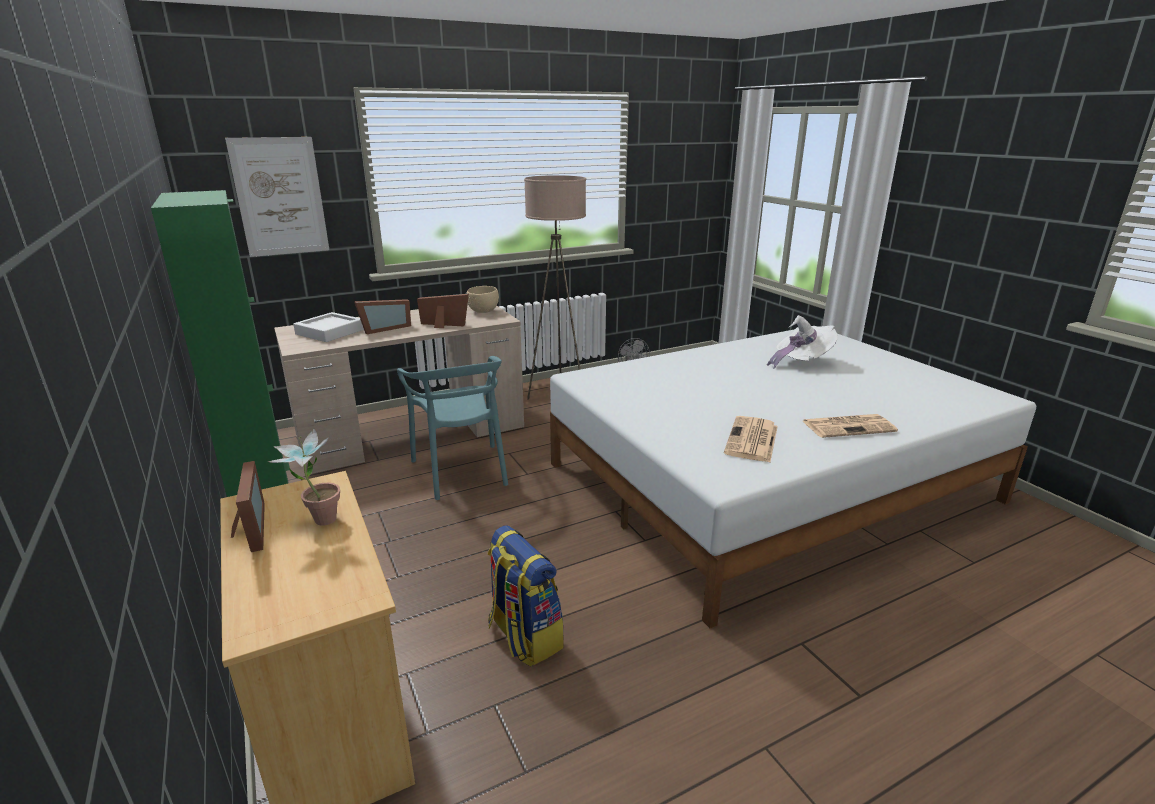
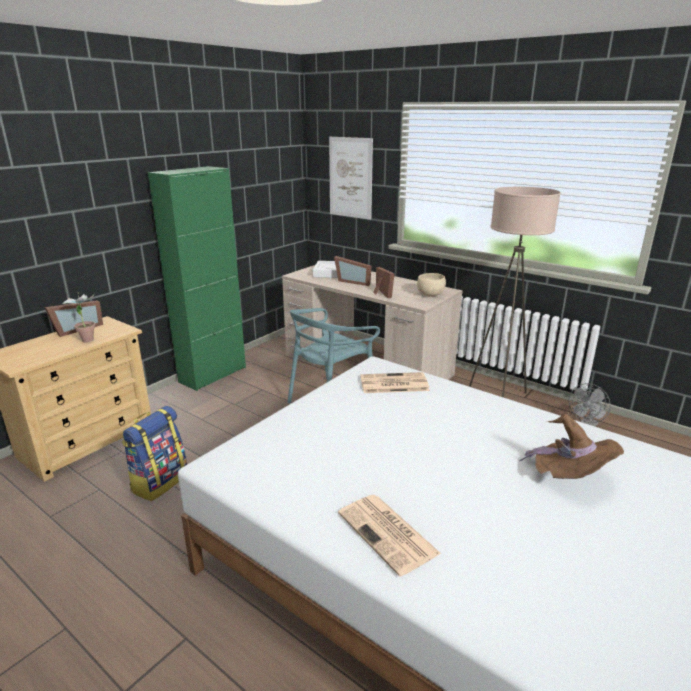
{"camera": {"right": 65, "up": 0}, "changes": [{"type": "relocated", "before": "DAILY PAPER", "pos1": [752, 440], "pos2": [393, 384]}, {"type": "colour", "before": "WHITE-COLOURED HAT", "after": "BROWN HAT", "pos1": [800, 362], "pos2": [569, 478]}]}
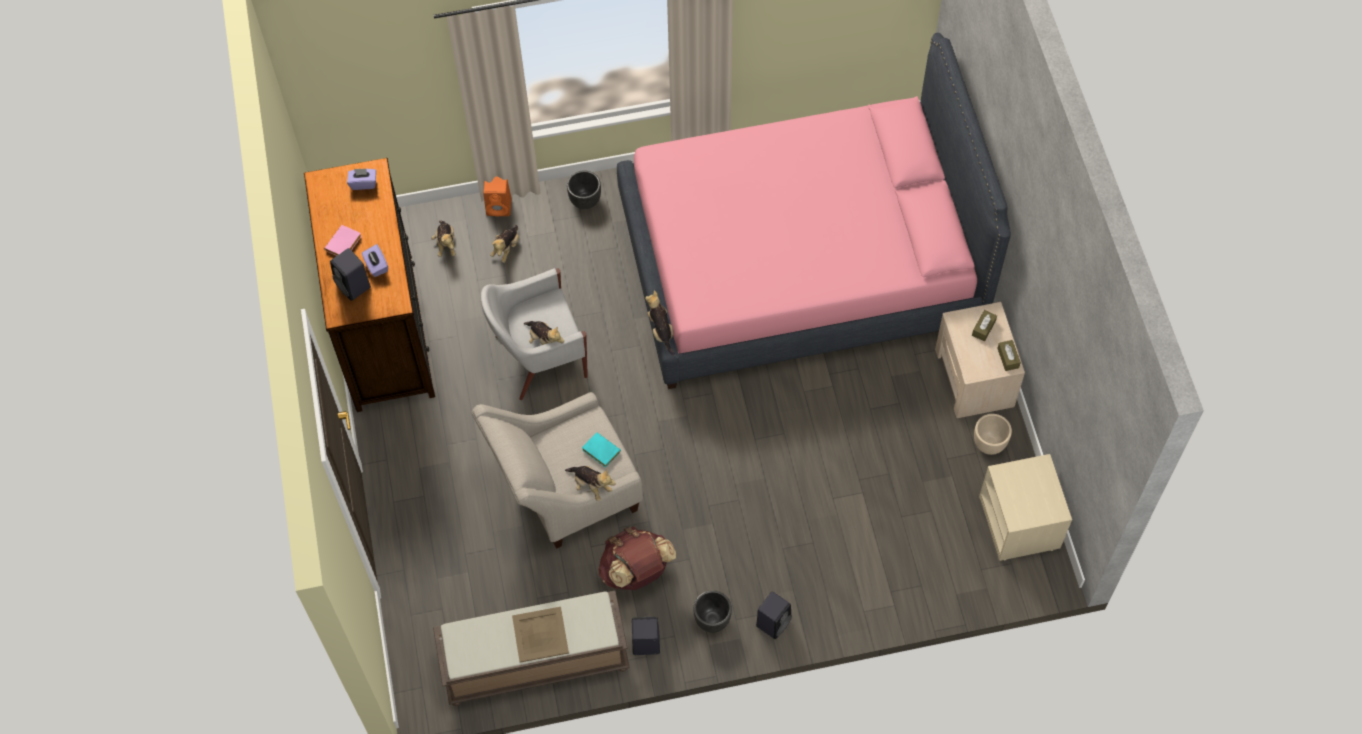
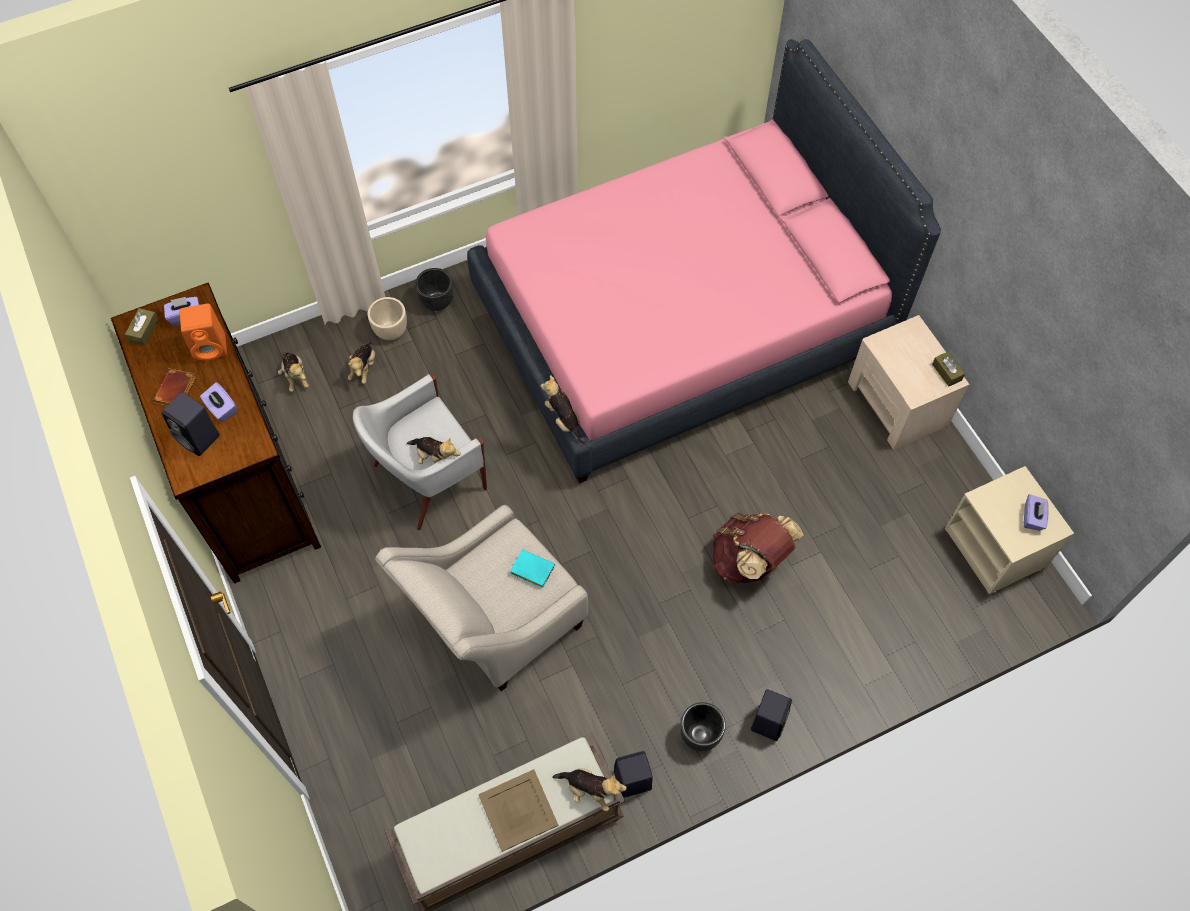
{"camera": {"right": -15, "up": 0}, "changes": [{"type": "relocated", "before": "BROWN BOX OF TISSUES", "pos1": [983, 328], "pos2": [144, 331]}, {"type": "colour", "before": "PINKISH VOLUME", "after": "BROWN VOLUME", "pos1": [344, 245], "pos2": [176, 392]}, {"type": "relocated", "before": "ORANGE-COLOURED AUDIO SPEAKER", "pos1": [500, 207], "pos2": [212, 347]}, {"type": "relocated", "before": "BEIGE-COLOURED PLANT POT", "pos1": [988, 444], "pos2": [391, 331]}, {"type": "relocated", "before": "CUDDLY TOY", "pos1": [591, 486], "pos2": [590, 790]}, {"type": "relocated", "before": "BROWN RUCKSACK", "pos1": [636, 571], "pos2": [749, 561]}, {"type": "appeared", "after": "PURPLE BOX OF TISSUES", "pos2": [1032, 518]}]}
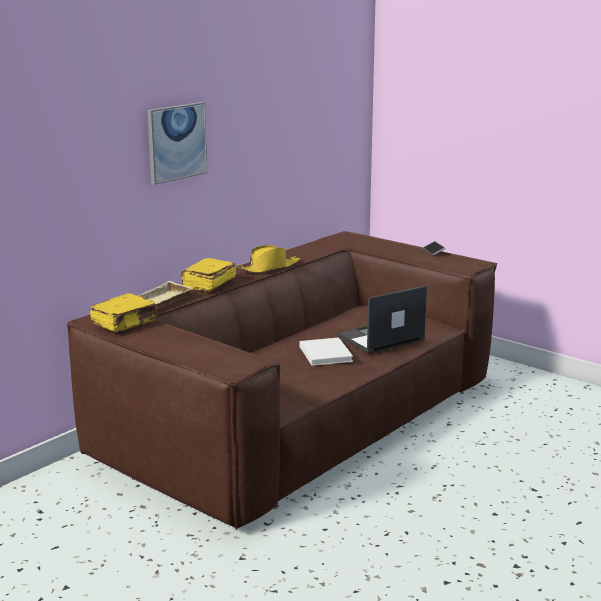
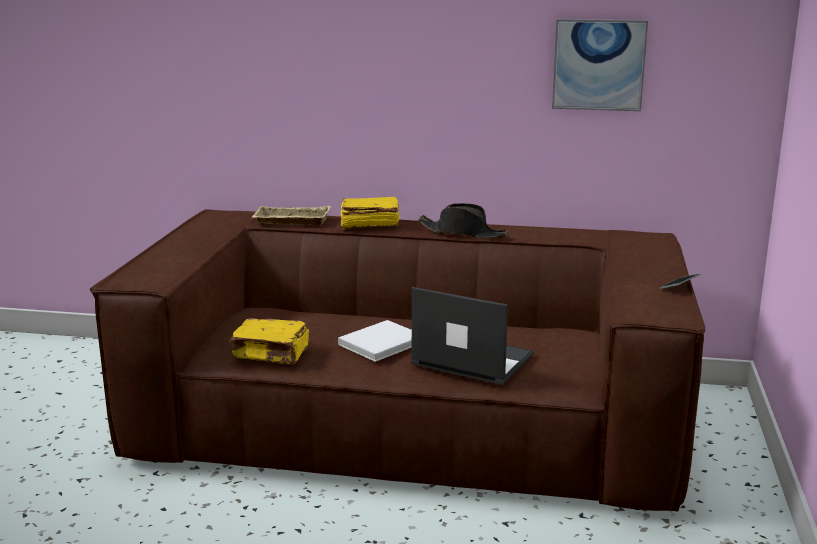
{"camera": {"right": 60, "up": 0}, "changes": [{"type": "relocated", "before": "YELLOWISH VOLUME", "pos1": [125, 323], "pos2": [272, 354]}, {"type": "colour", "before": "YELLOWISH HAT", "after": "BLACK HAT", "pos1": [269, 267], "pos2": [462, 232]}, {"type": "relocated", "before": "PICTURE", "pos1": [176, 142], "pos2": [598, 64]}]}
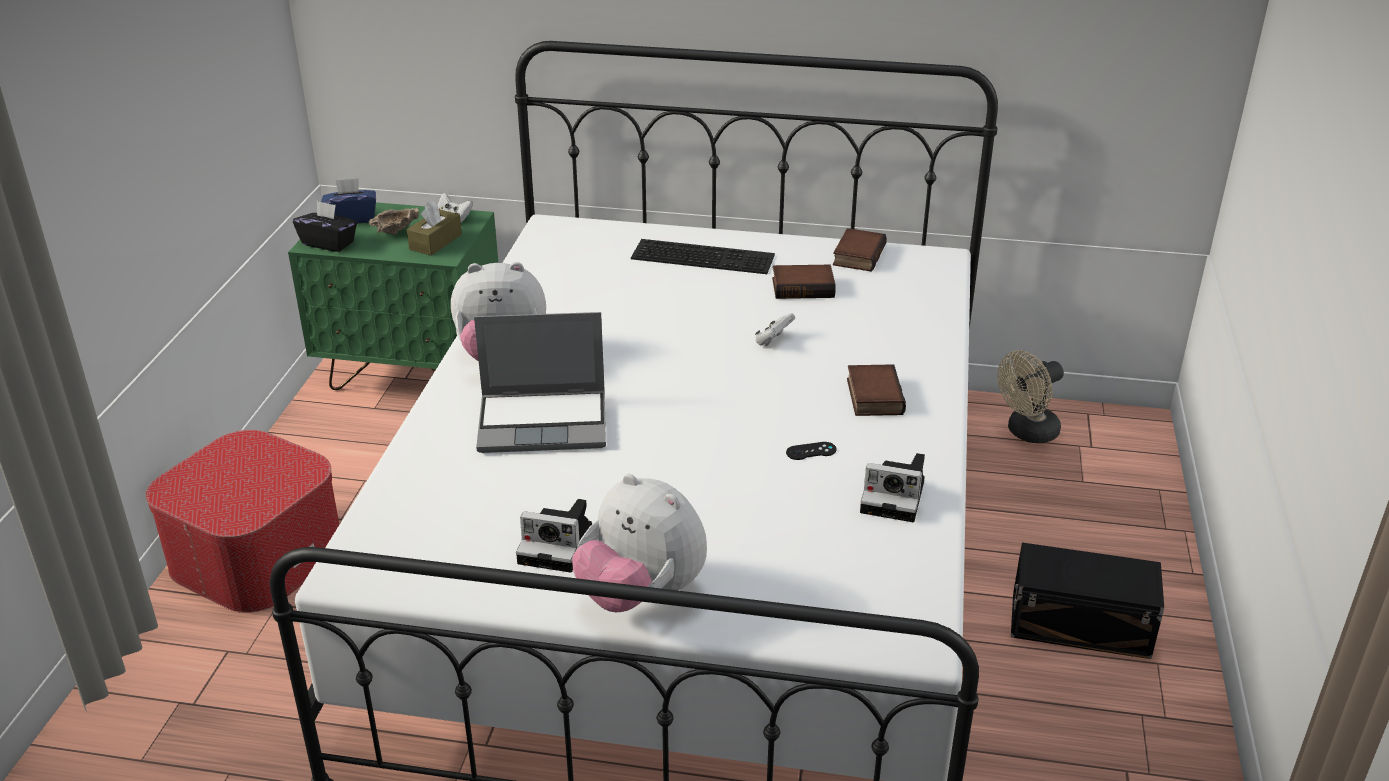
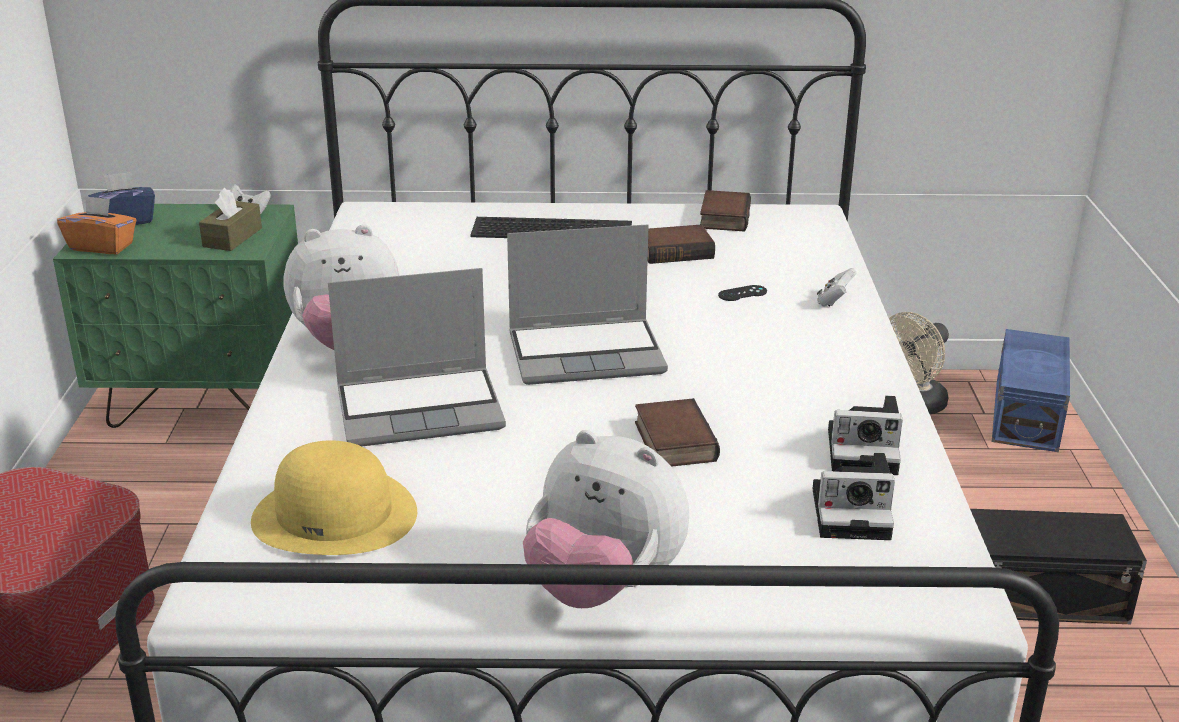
{"camera": {"right": -10, "up": -5}, "changes": [{"type": "colour", "before": "BLACK BOX OF TISSUES", "after": "ORANGE-COLOURED BOX OF TISSUES", "pos1": [329, 243], "pos2": [102, 246]}, {"type": "appeared", "after": "YELLOWISH HAT", "pos2": [335, 515]}, {"type": "appeared", "after": "NOTEBOOK COMPUTER", "pos2": [588, 353]}, {"type": "relocated", "before": "VOLUME", "pos1": [872, 396], "pos2": [672, 441]}, {"type": "relocated", "before": "BLACK GAMEPAD", "pos1": [811, 451], "pos2": [742, 293]}, {"type": "relocated", "before": "STILL CAMERA", "pos1": [559, 545], "pos2": [854, 513]}, {"type": "relocated", "before": "WHITE-COLOURED GAMEPAD", "pos1": [773, 341], "pos2": [834, 301]}, {"type": "appeared", "after": "BLUISH STORAGE BIN", "pos2": [1028, 414]}, {"type": "missing", "before": "BEIGE-COLOURED DEEP DISH", "pos1": [396, 233]}]}
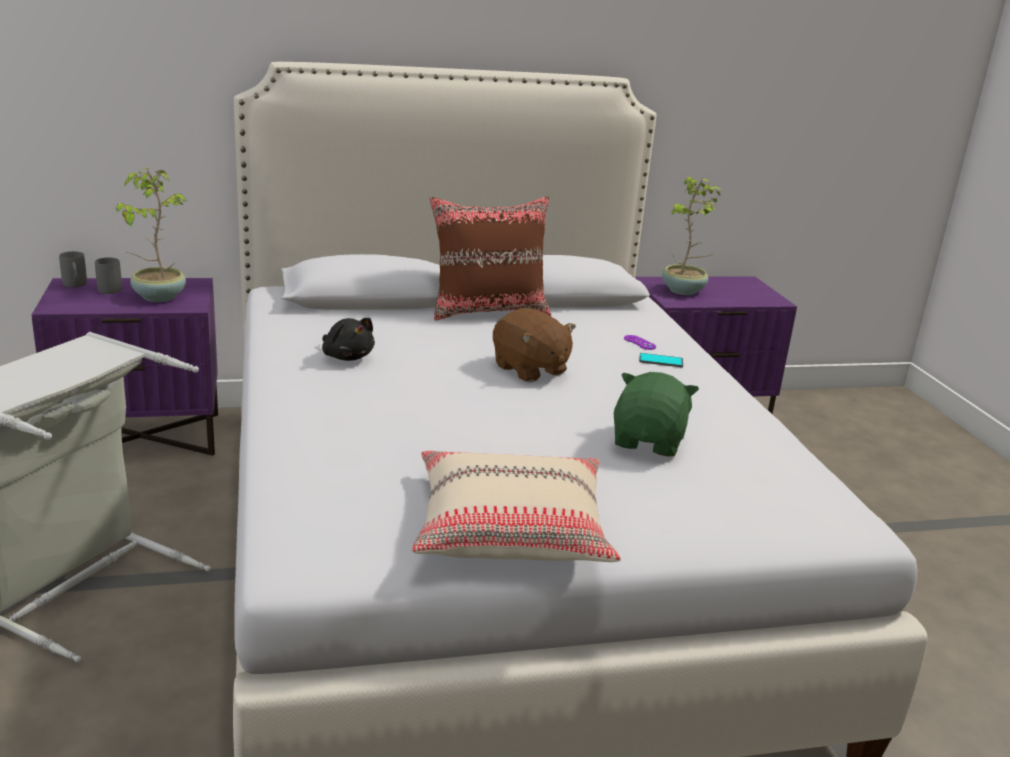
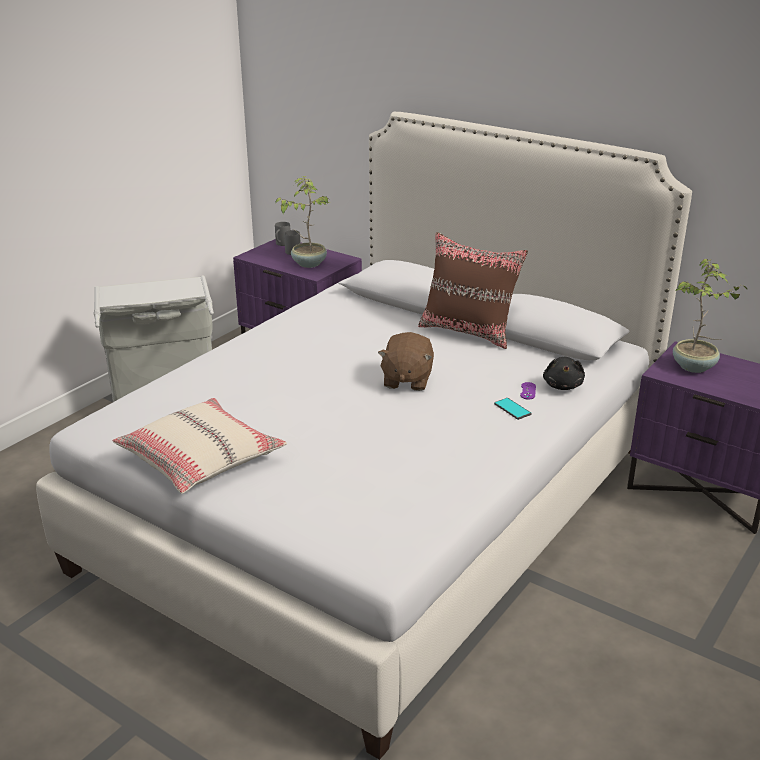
{"camera": {"right": 50, "up": 5}, "changes": [{"type": "relocated", "before": "BLACK CUDDLY TOY", "pos1": [347, 356], "pos2": [563, 385]}, {"type": "missing", "before": "GREEN CUDDLY TOY", "pos1": [649, 441]}]}
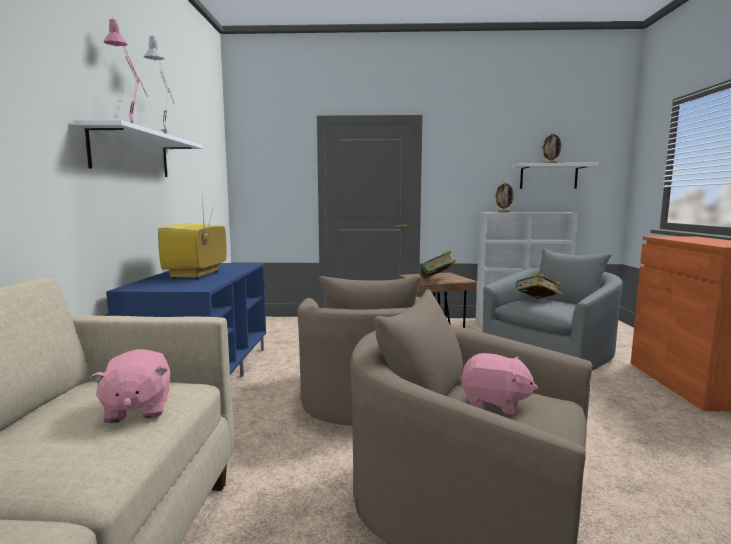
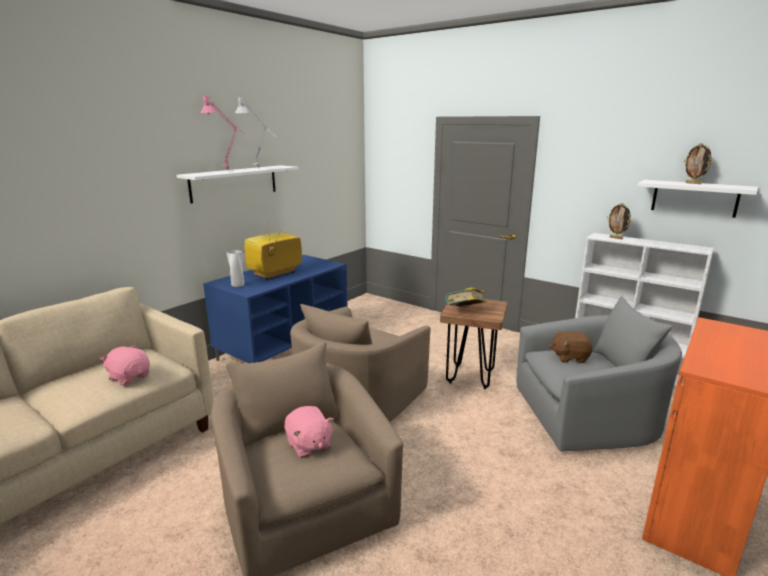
{"camera": {"right": 35, "up": 10}, "changes": [{"type": "spun", "before": "PINKISH CUDDLY TOY", "pos1": [137, 409], "pos2": [129, 377], "turn": 105}, {"type": "appeared", "after": "WHITE-COLOURED DECORATIVE VASE", "pos2": [238, 285]}, {"type": "exchanged", "before": "VOLUME", "after": "BROWN CUDDLY TOY", "pos1": [536, 301], "pos2": [569, 357]}]}
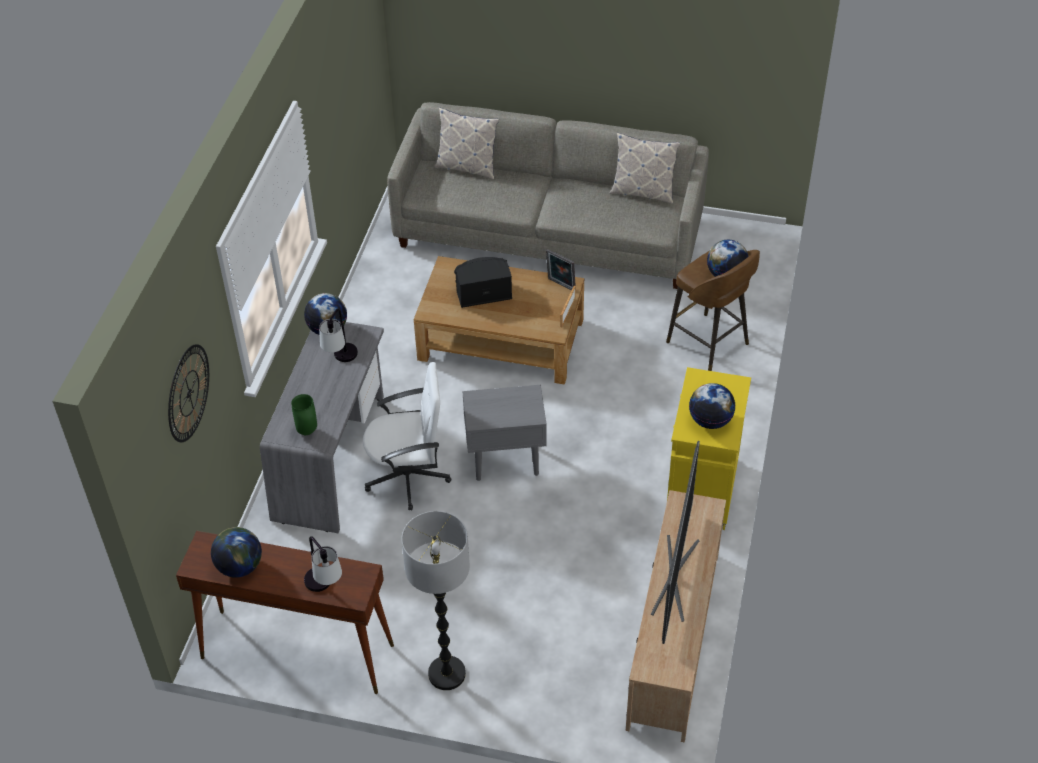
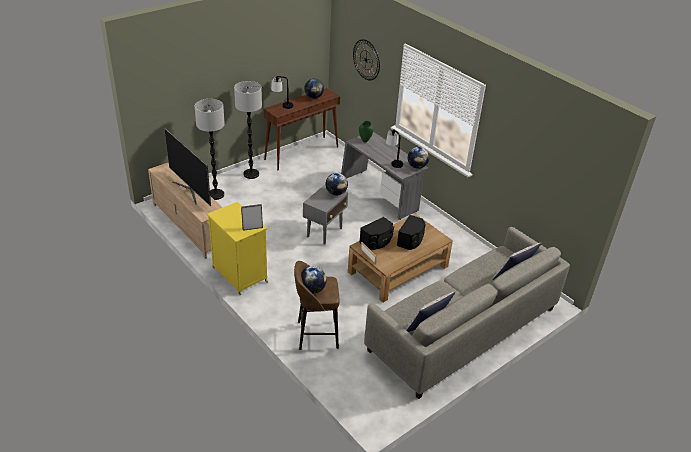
{"camera": {"right": 125, "up": -10}, "changes": [{"type": "appeared", "after": "STANDARD LAMP", "pos2": [216, 195]}, {"type": "relocated", "before": "PICTURE FRAME", "pos1": [560, 285], "pos2": [252, 228]}, {"type": "relocated", "before": "GLOBE", "pos1": [710, 420], "pos2": [336, 193]}, {"type": "appeared", "after": "BLACK AUDIO SPEAKER", "pos2": [377, 241]}, {"type": "missing", "before": "WHITE-COLOURED COMPUTER CHAIR", "pos1": [409, 476]}]}
